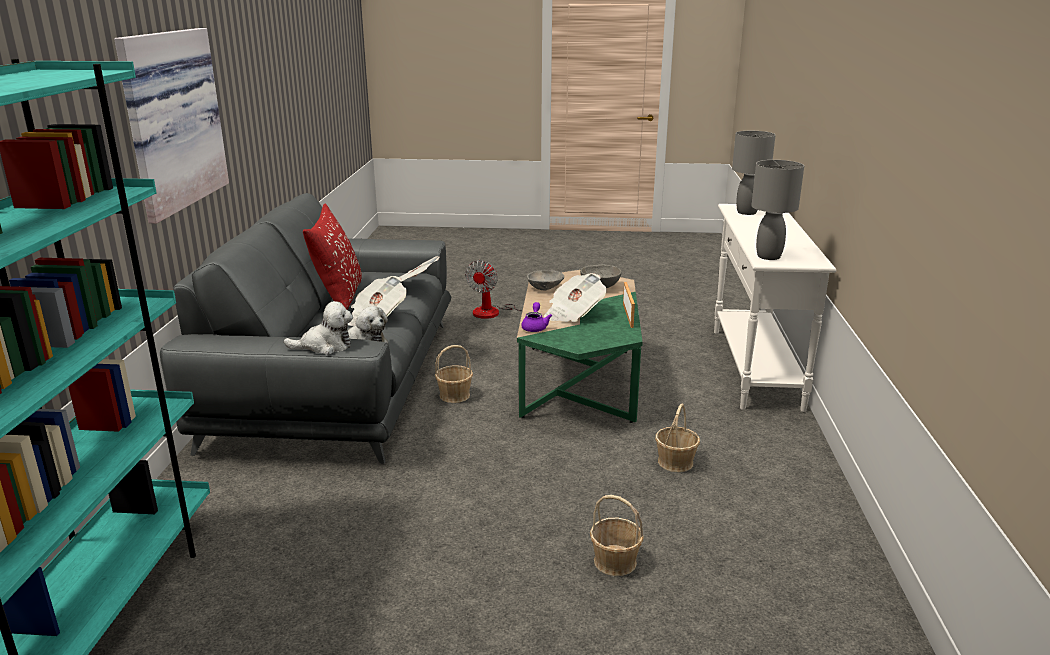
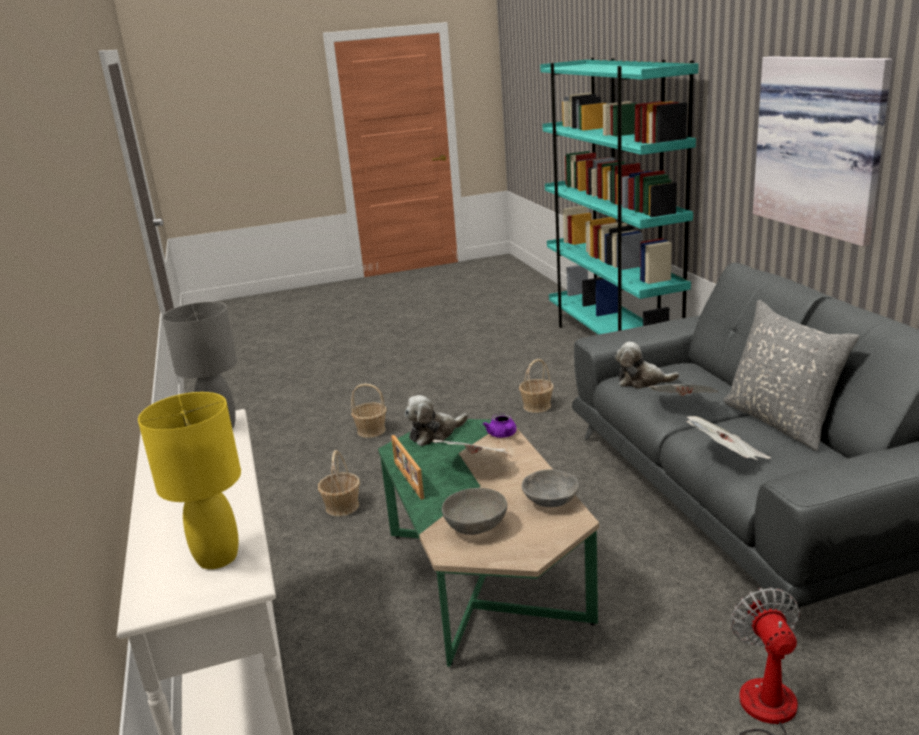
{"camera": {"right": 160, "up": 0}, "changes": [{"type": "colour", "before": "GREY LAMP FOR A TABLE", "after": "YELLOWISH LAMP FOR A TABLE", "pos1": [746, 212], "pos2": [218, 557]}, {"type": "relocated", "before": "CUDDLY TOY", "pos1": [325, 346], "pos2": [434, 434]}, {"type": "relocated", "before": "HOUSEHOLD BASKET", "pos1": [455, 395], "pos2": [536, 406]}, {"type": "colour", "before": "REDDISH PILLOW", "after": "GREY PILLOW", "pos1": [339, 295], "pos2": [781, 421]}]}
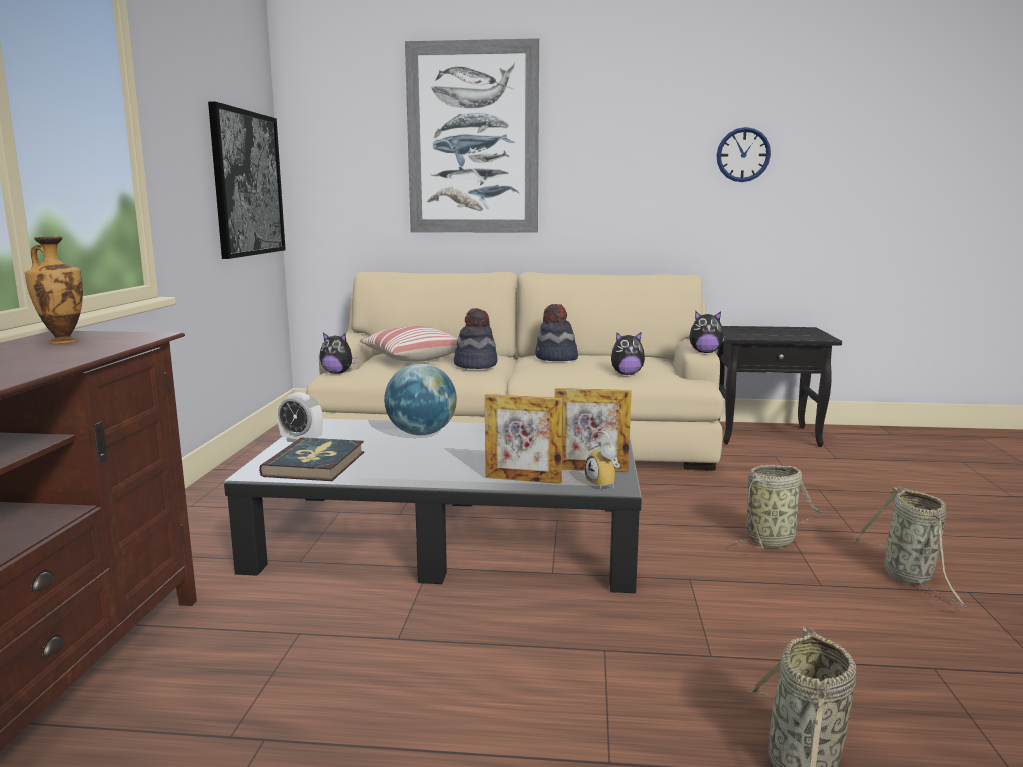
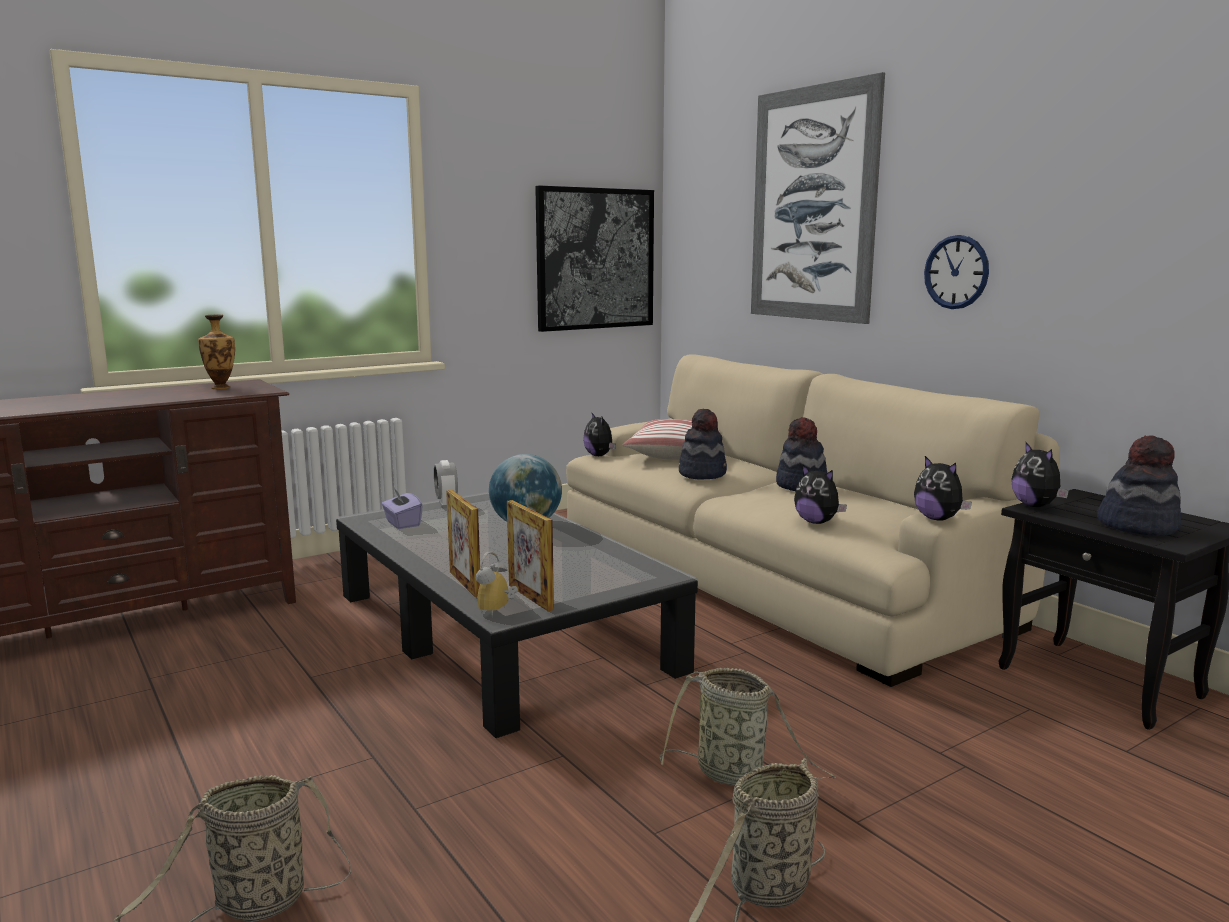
{"camera": {"right": 50, "up": 0}, "changes": [{"type": "exchanged", "before": "VOLUME", "after": "PURPLE BOX OF TISSUES", "pos1": [315, 464], "pos2": [402, 523]}, {"type": "relocated", "before": "WALL CLOCK", "pos1": [743, 155], "pos2": [956, 272]}, {"type": "appeared", "after": "CUDDLY TOY", "pos2": [1036, 506]}, {"type": "appeared", "after": "HAT", "pos2": [1138, 526]}]}
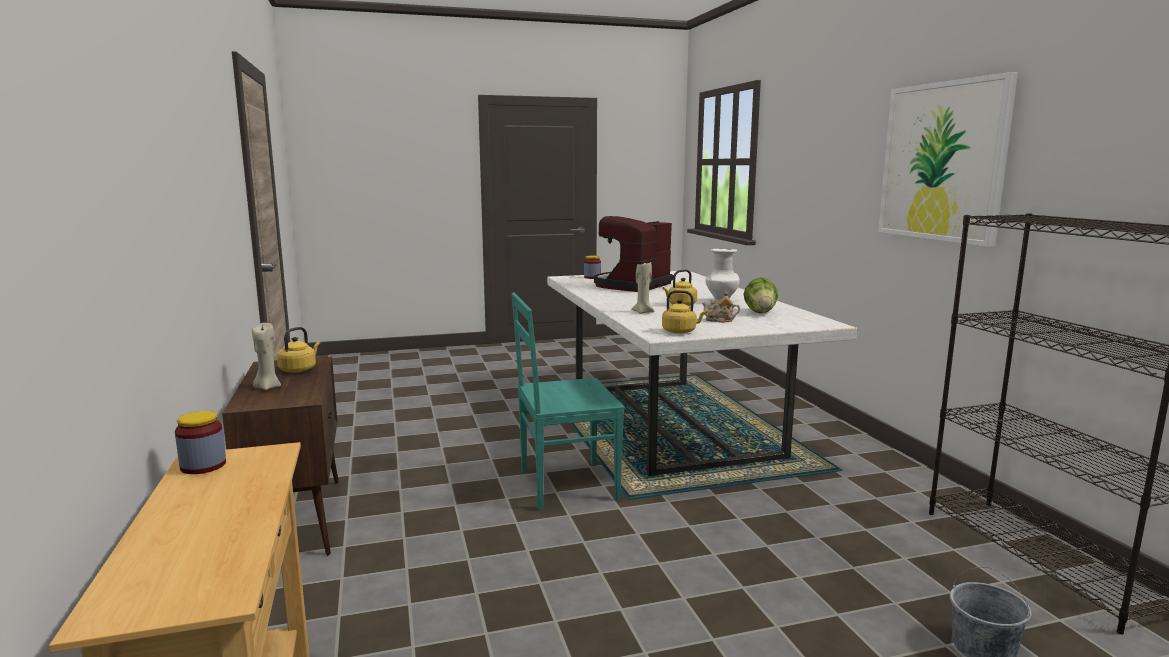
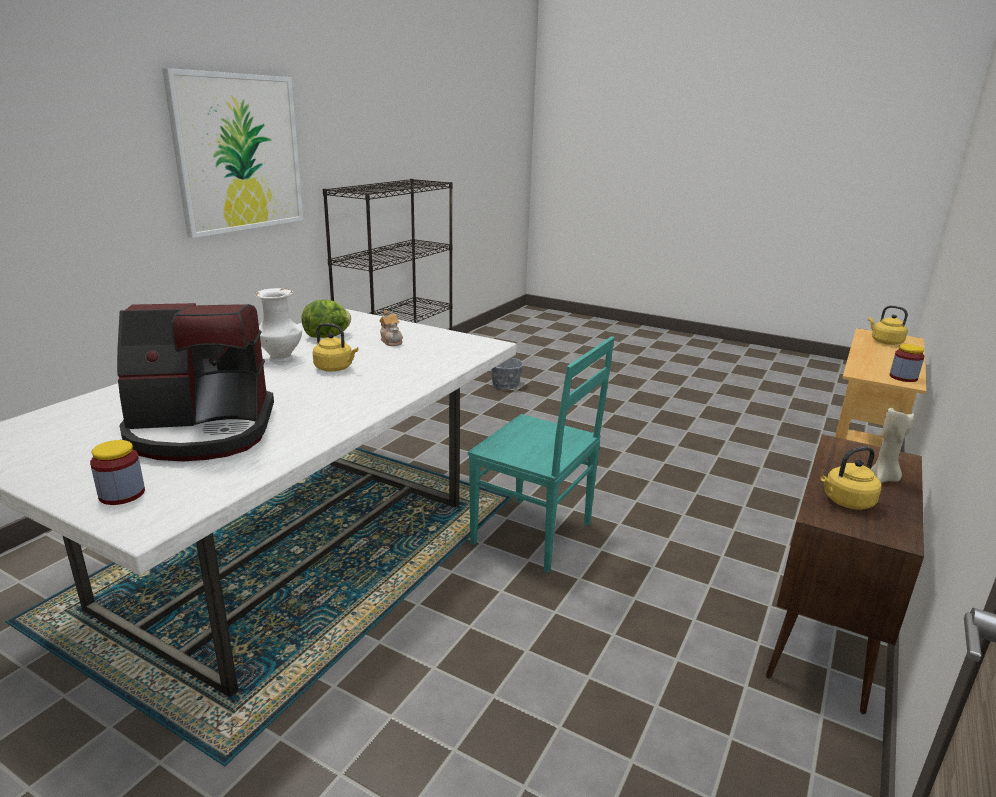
{"camera": {"right": -135, "up": 10}, "changes": [{"type": "relocated", "before": "YELLOWISH TEA KETTLE", "pos1": [681, 331], "pos2": [884, 342]}, {"type": "missing", "before": "BEIGE-COLOURED CANDLE", "pos1": [643, 312]}]}
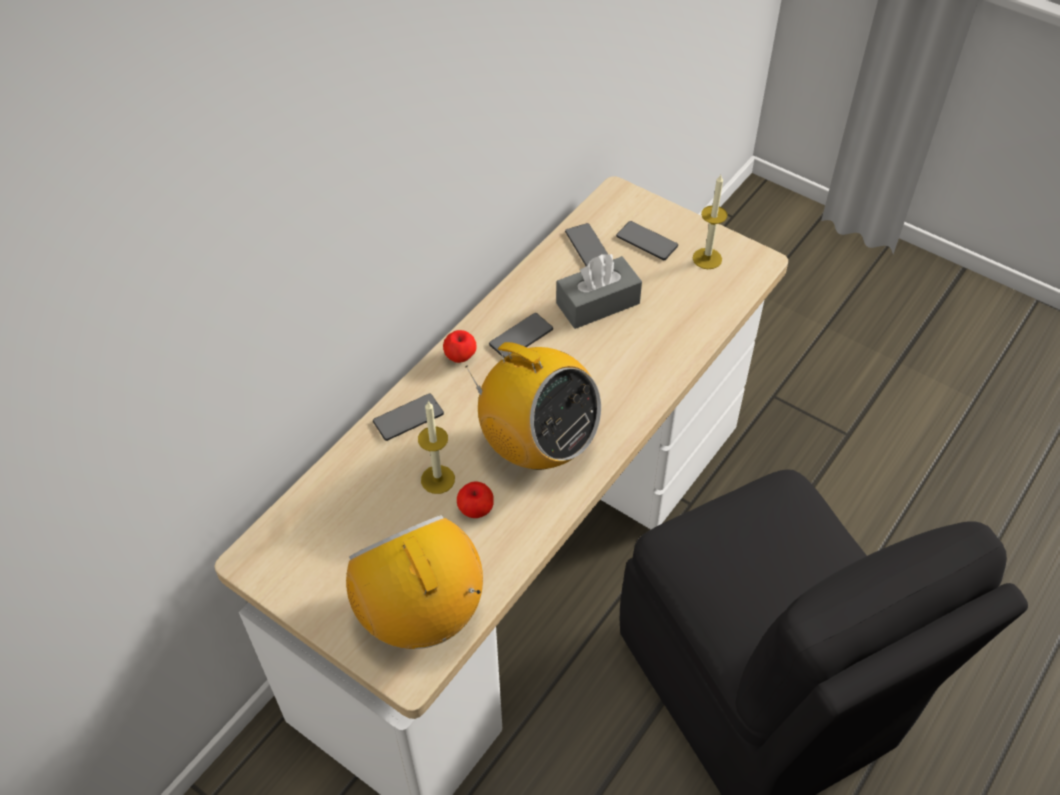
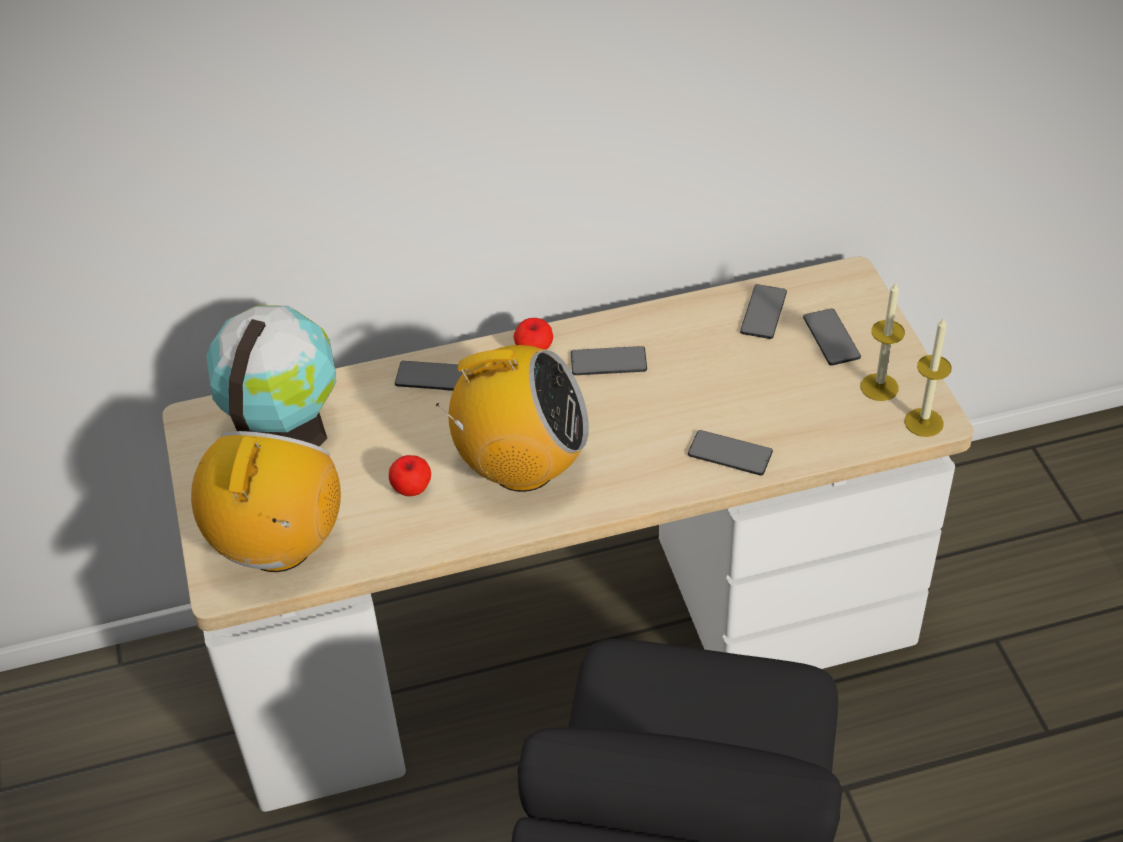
{"camera": {"right": 40, "up": -5}, "changes": [{"type": "appeared", "after": "GLOBE", "pos2": [284, 430]}, {"type": "spun", "before": "RADIO RECEIVER", "pos1": [537, 446], "pos2": [522, 467], "turn": -75}, {"type": "appeared", "after": "TELEPHONE", "pos2": [730, 454]}, {"type": "relocated", "before": "CANDLE", "pos1": [438, 479], "pos2": [923, 422]}, {"type": "missing", "before": "GREY BOX OF TISSUES", "pos1": [598, 303]}]}
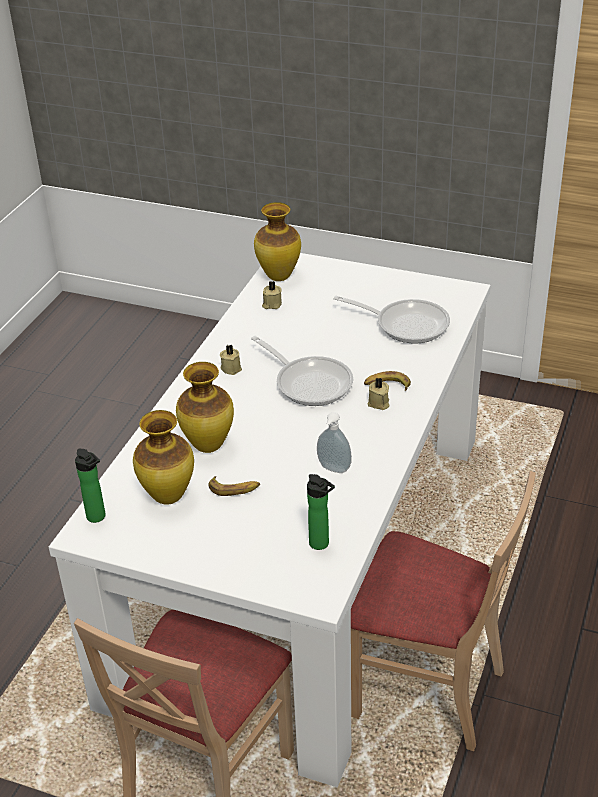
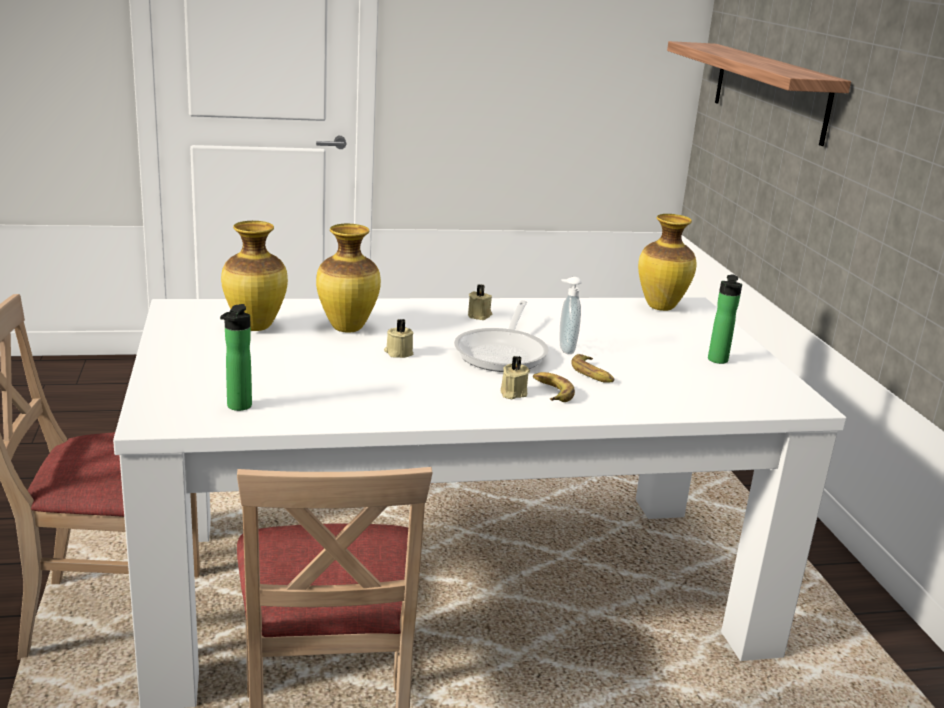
{"camera": {"right": 55, "up": -15}, "changes": [{"type": "relocated", "before": "BEIGE-COLOURED CANDLE", "pos1": [271, 304], "pos2": [398, 353]}, {"type": "relocated", "before": "SOAP DISPENSER", "pos1": [333, 469], "pos2": [564, 349]}, {"type": "relocated", "before": "WHOLE BANANA", "pos1": [234, 489], "pos2": [593, 374]}, {"type": "appeared", "after": "WALL SHELF", "pos2": [770, 91]}, {"type": "relocated", "before": "BOTTLE", "pos1": [98, 518], "pos2": [717, 361]}, {"type": "missing", "before": "FRYING PAN", "pos1": [406, 324]}]}
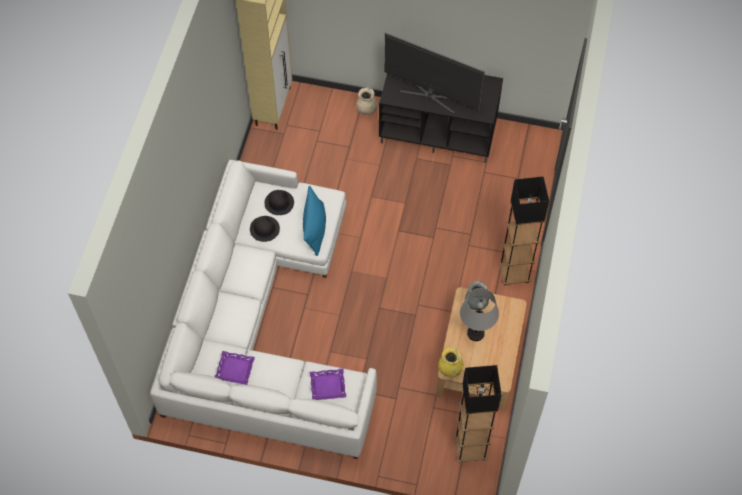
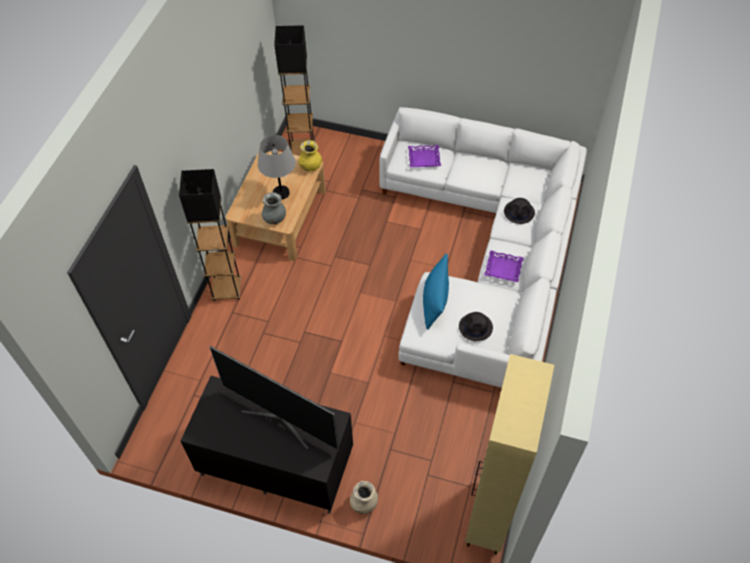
{"camera": {"right": -175, "up": -5}, "changes": [{"type": "relocated", "before": "PURPLE TRAY", "pos1": [235, 369], "pos2": [503, 269]}, {"type": "relocated", "before": "BLACK HAT", "pos1": [264, 229], "pos2": [519, 212]}]}
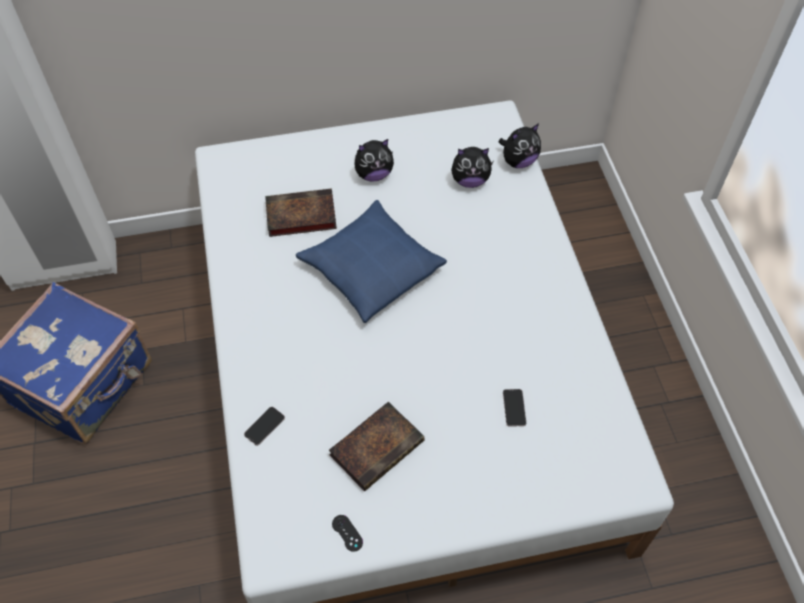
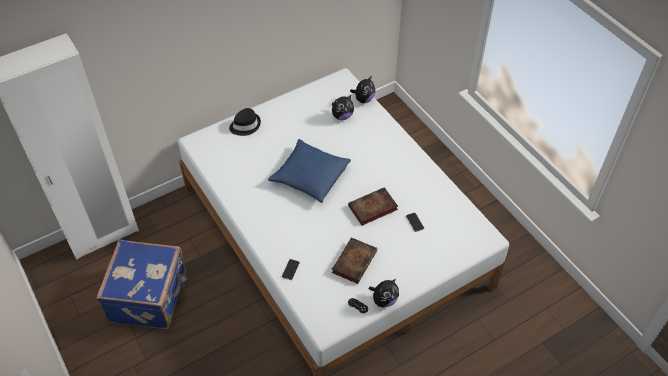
{"camera": {"right": -20, "up": -5}, "changes": [{"type": "appeared", "after": "BLACK HAT", "pos2": [245, 125]}, {"type": "relocated", "before": "VOLUME", "pos1": [299, 216], "pos2": [372, 209]}, {"type": "relocated", "before": "CUDDLY TOY", "pos1": [374, 174], "pos2": [384, 300]}]}
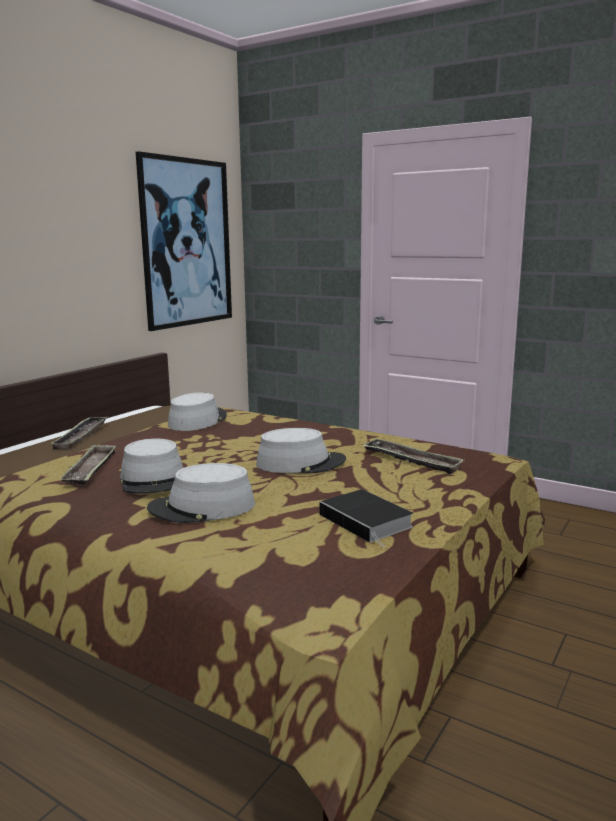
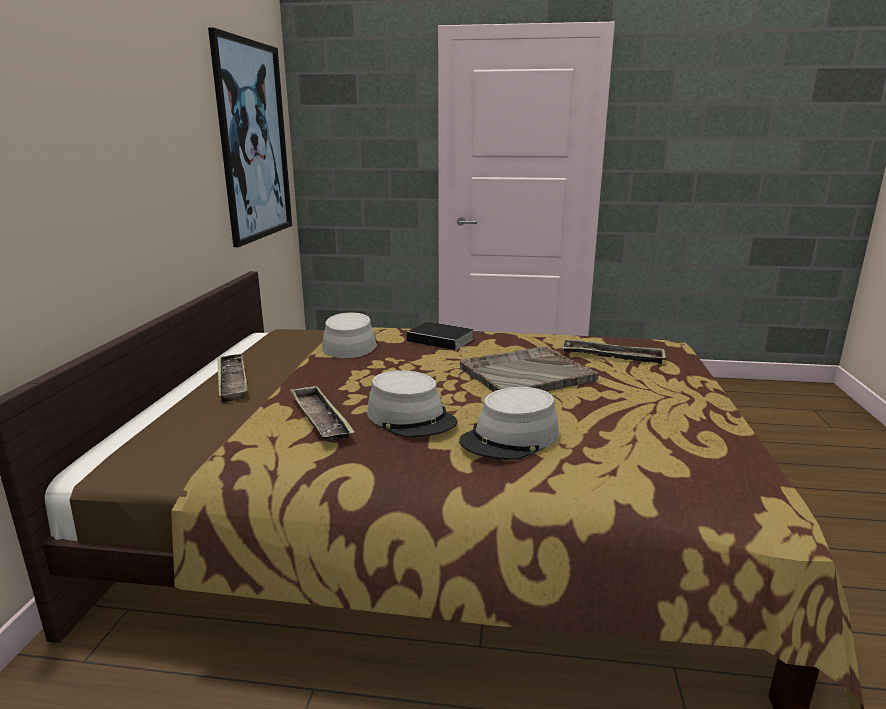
{"camera": {"right": -25, "up": 5}, "changes": [{"type": "relocated", "before": "VOLUME", "pos1": [367, 521], "pos2": [442, 340]}, {"type": "exchanged", "before": "GREY HAT", "after": "GREY TRAY", "pos1": [300, 463], "pos2": [525, 374]}]}
